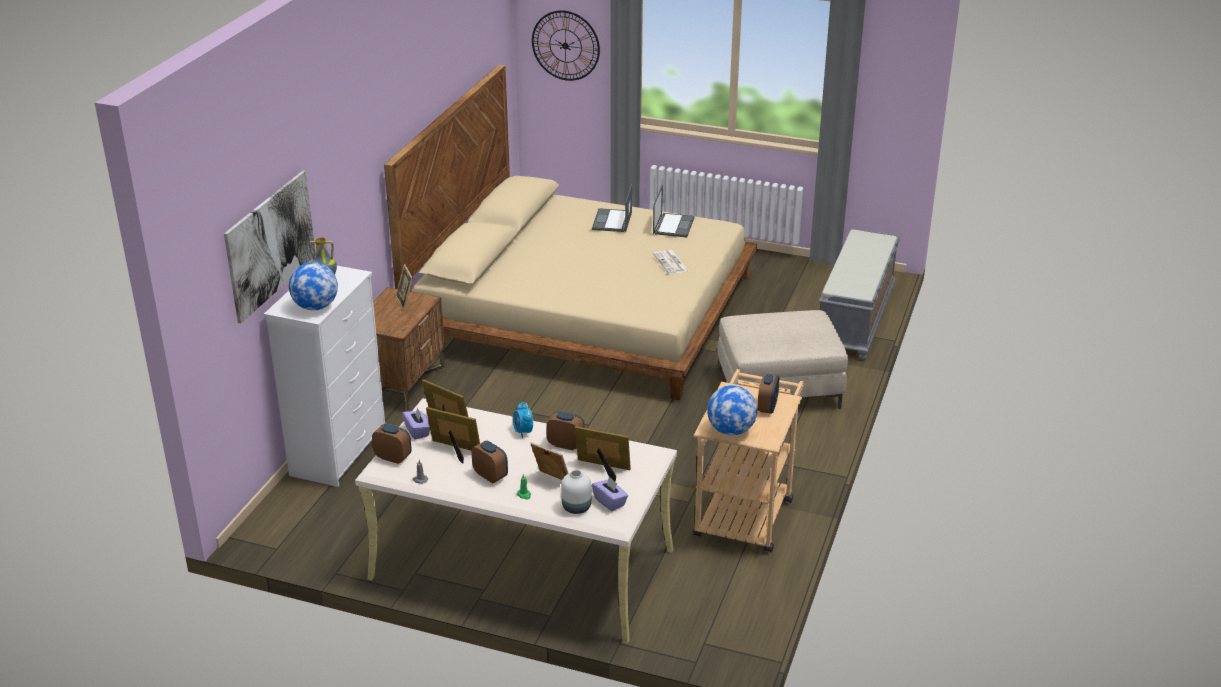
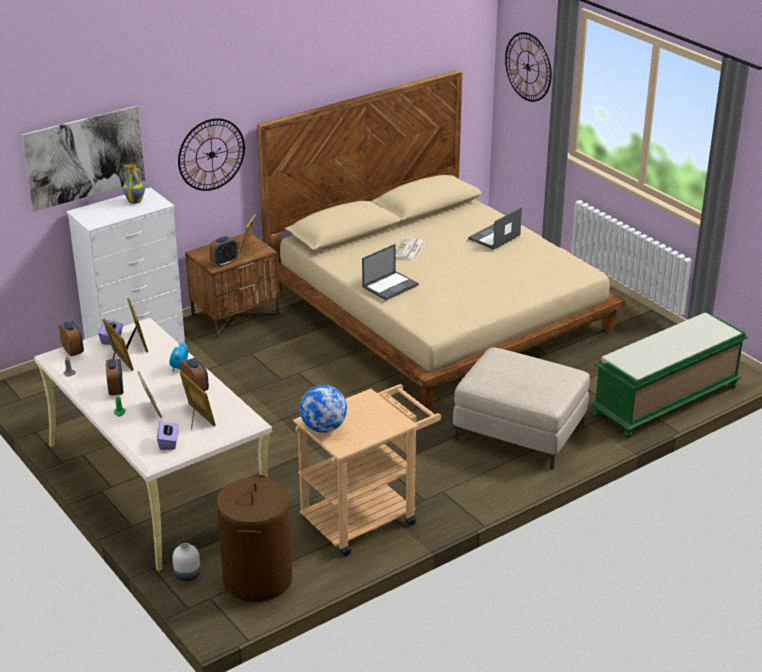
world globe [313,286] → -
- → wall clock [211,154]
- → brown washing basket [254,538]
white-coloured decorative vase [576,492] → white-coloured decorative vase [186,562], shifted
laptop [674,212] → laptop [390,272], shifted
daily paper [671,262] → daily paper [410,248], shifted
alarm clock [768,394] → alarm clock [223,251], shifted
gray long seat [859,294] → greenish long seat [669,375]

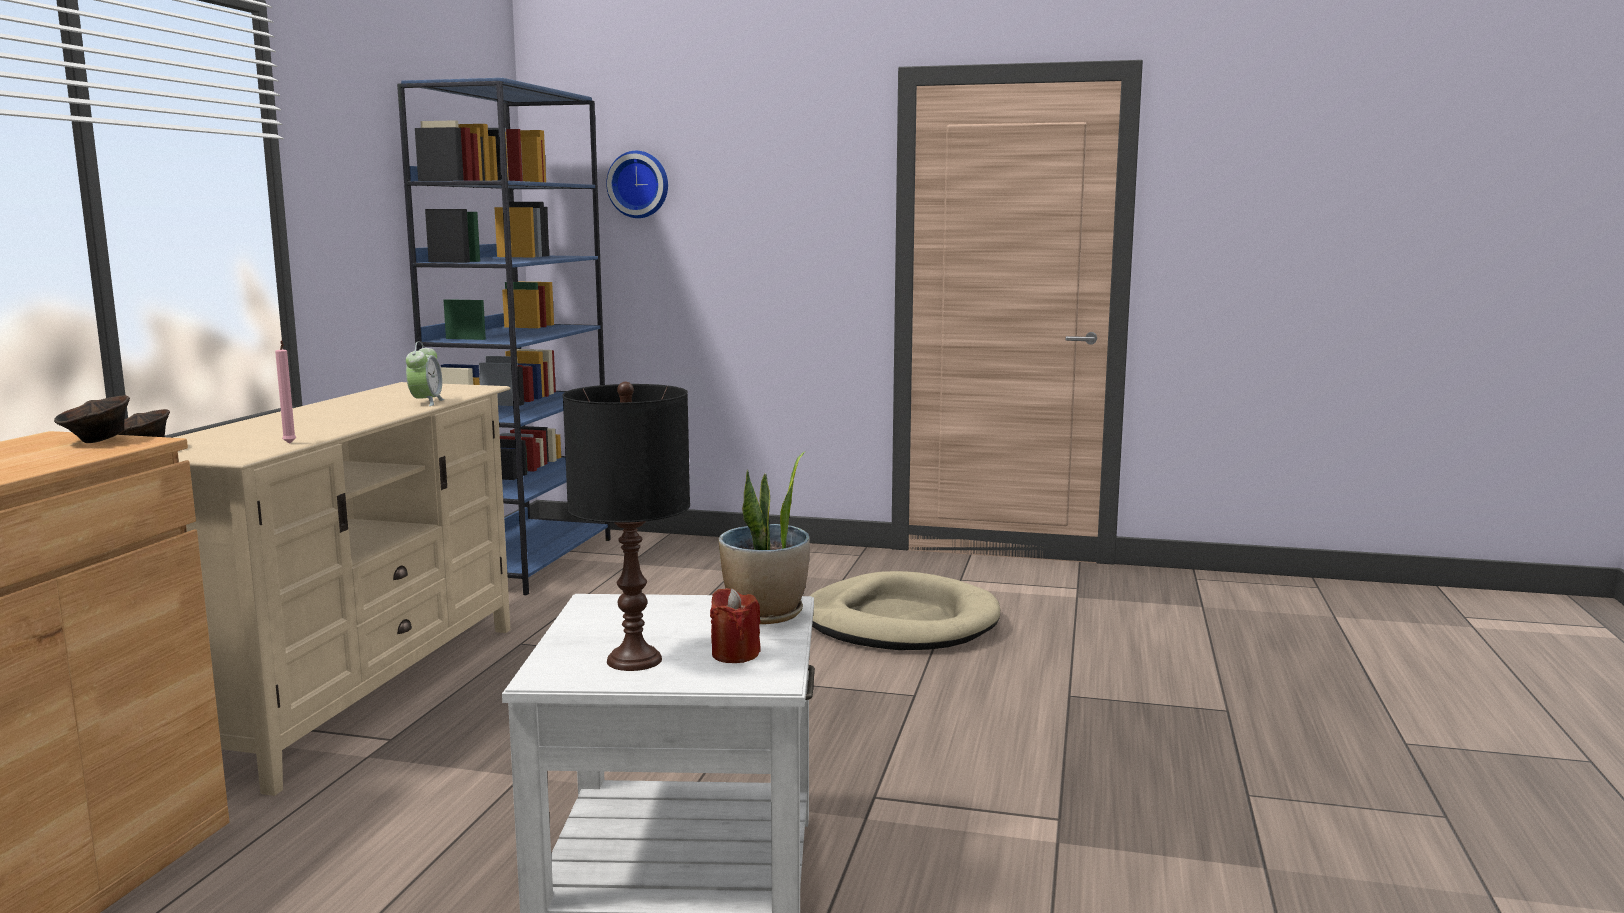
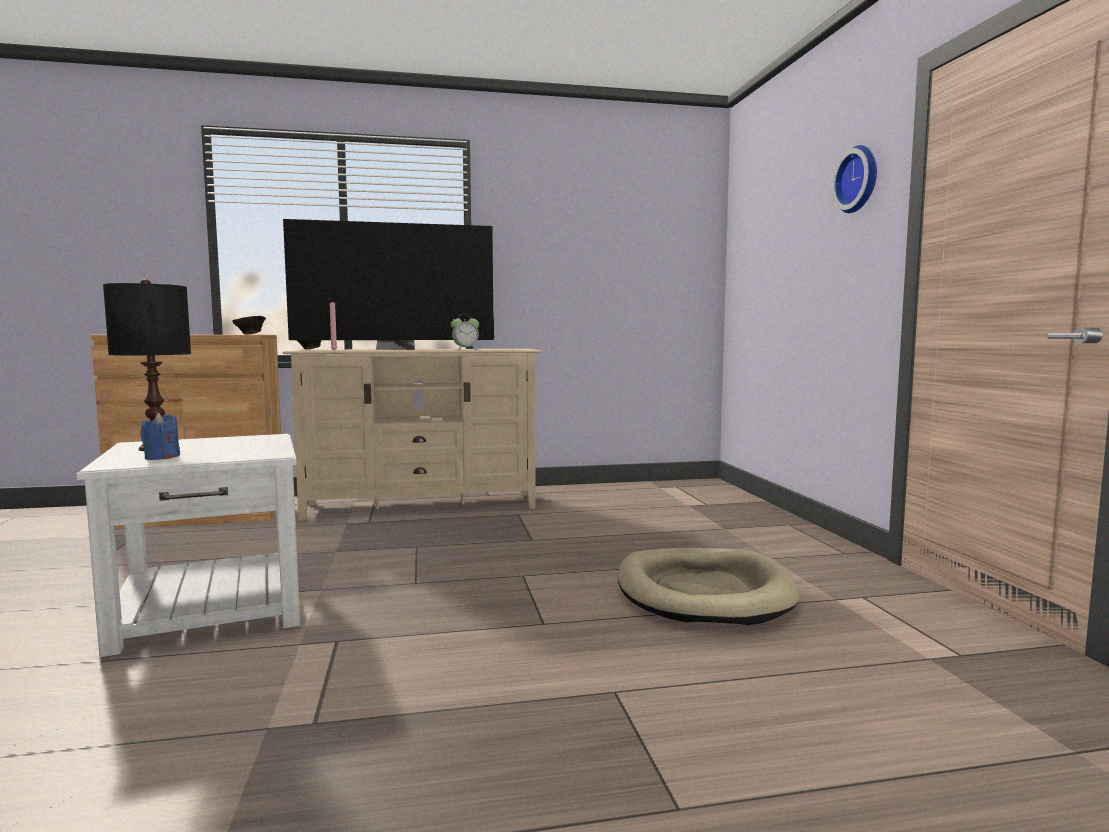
bluish shelving unit [504,336] → -
houseplant [764,538] → -
- → TV set [388,284]
wall clock [637,184] → wall clock [854,179], shifted
reddish candle [735,625] → bluish candle [160,436]

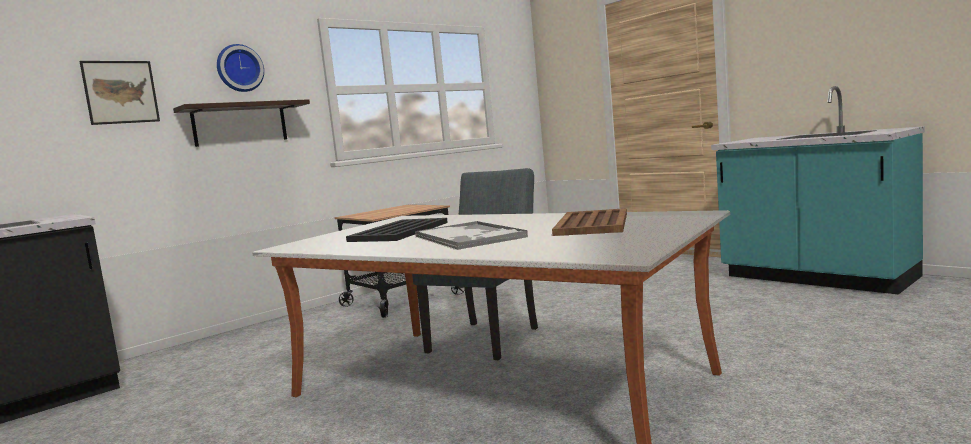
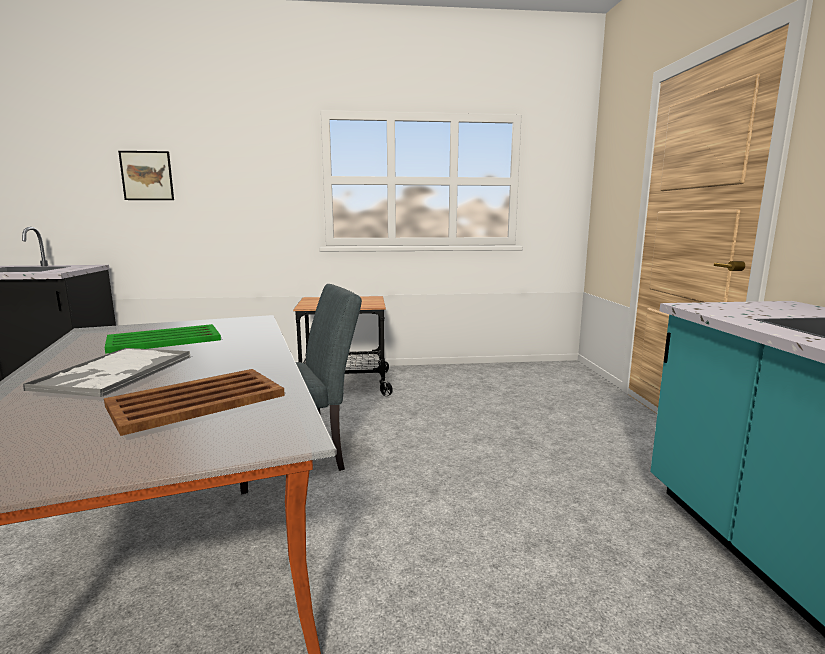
wall shelf [241,123] → -
wall clock [240,68] → -
black-coloured carrying tray [397,230] → greenish carrying tray [162,339]

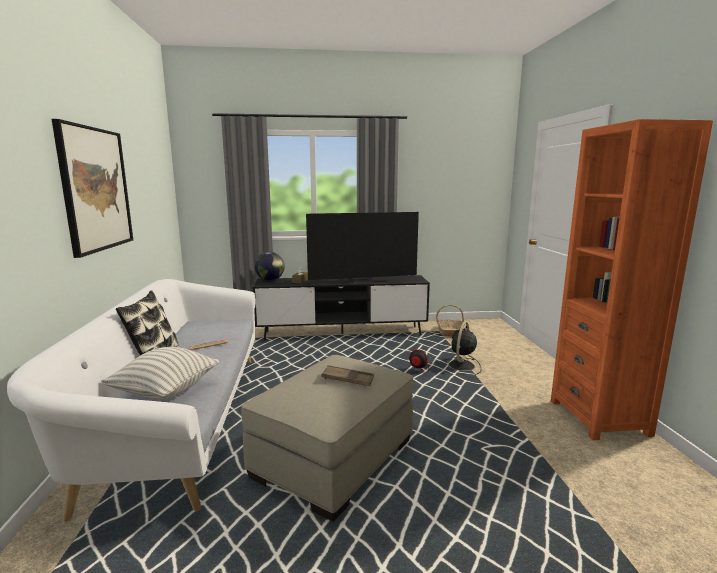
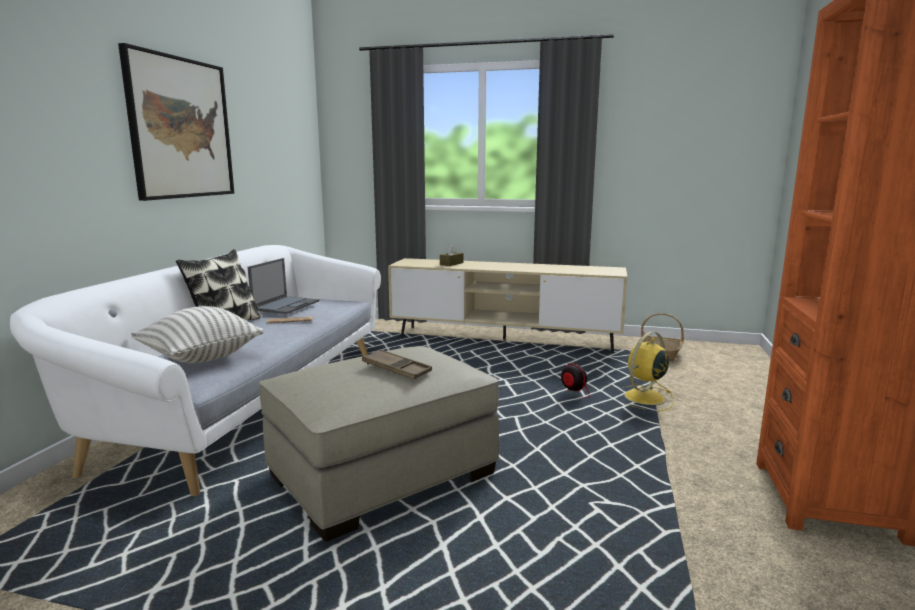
world globe [270,266] → -
TV set [362,247] → -
- → laptop [283,286]
black-coloured tv unit [341,308] → beige tv unit [507,305]
black-coloured cooling fan [462,348] → yellowish cooling fan [648,371]

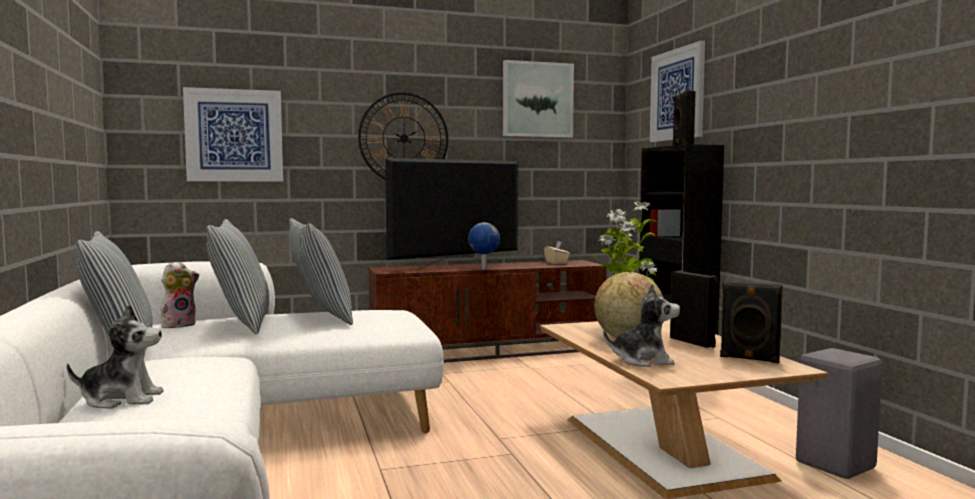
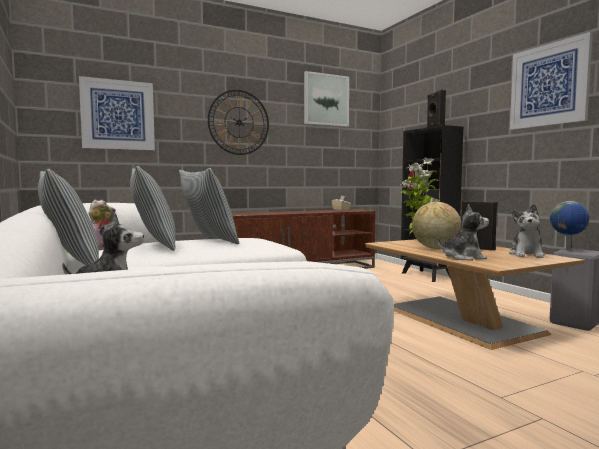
TV set [451,214] → -
world globe [484,245] → world globe [570,226], shifted
wall art [677,91] → wall art [551,81], shifted
black-coloured audio speaker [751,322] → soft toy [527,231]

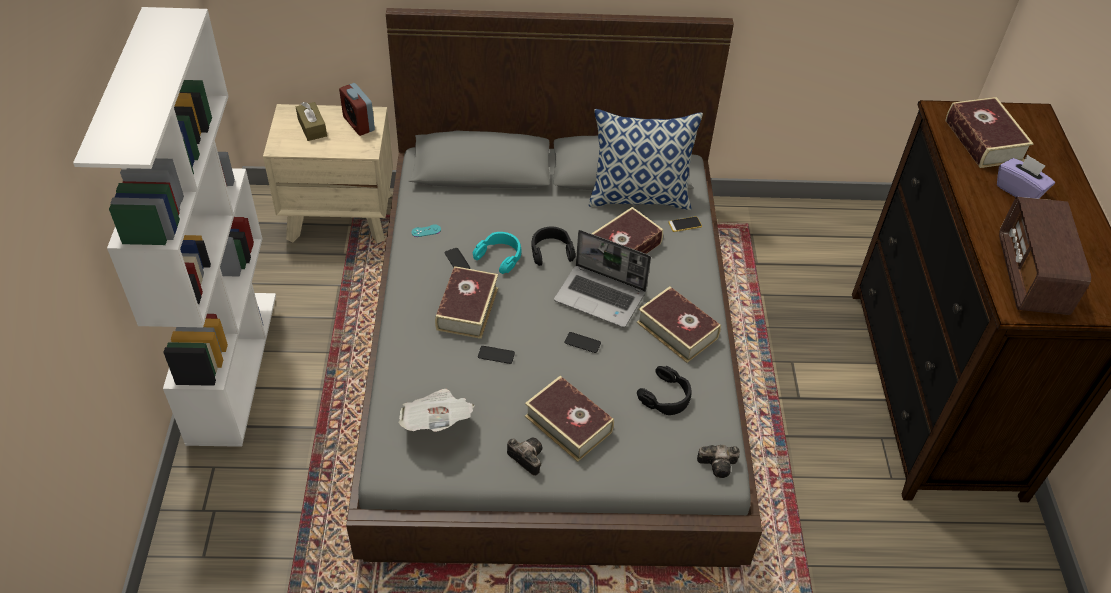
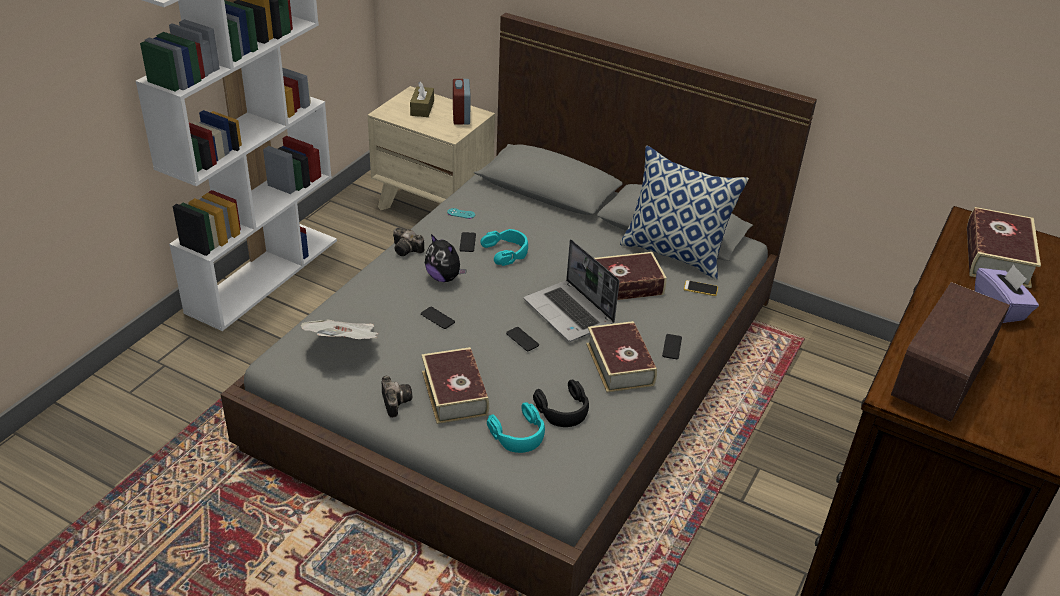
black-coloured headset [553,246] → -
- → blue-green headset [516,427]
- → phone [672,346]
still camera [718,461] → still camera [408,242], shifted
volume [466,302] → soft toy [446,258]

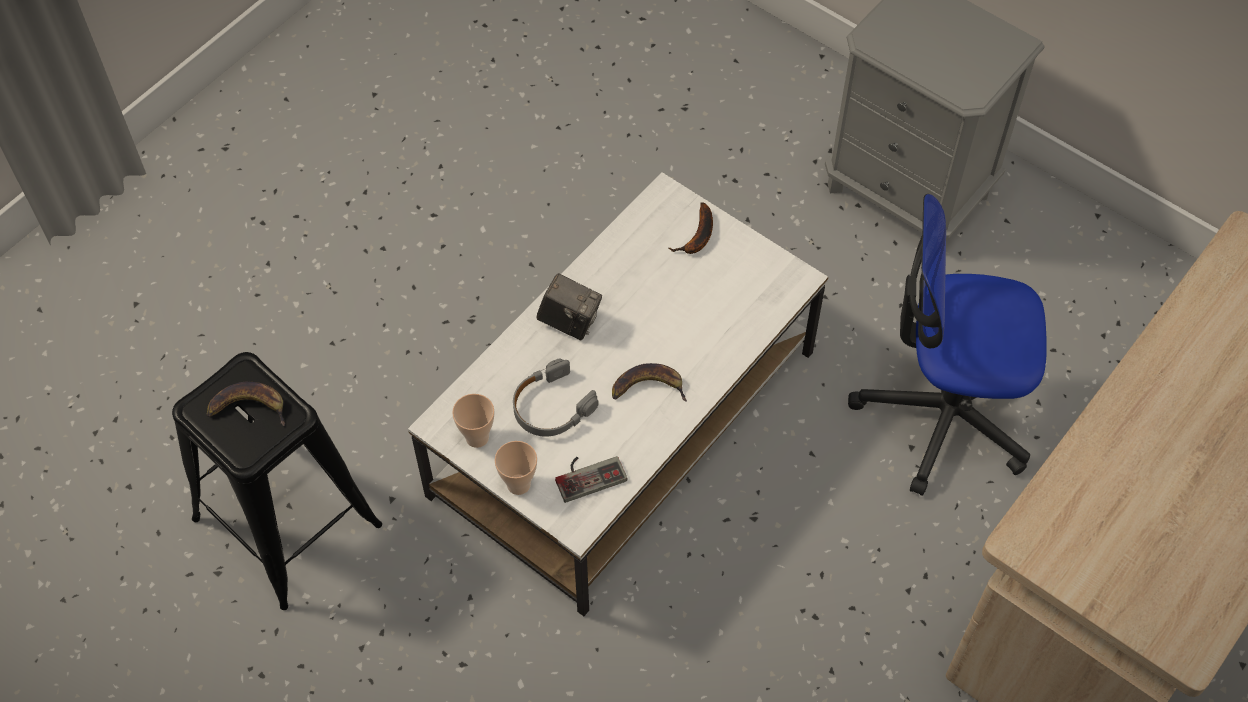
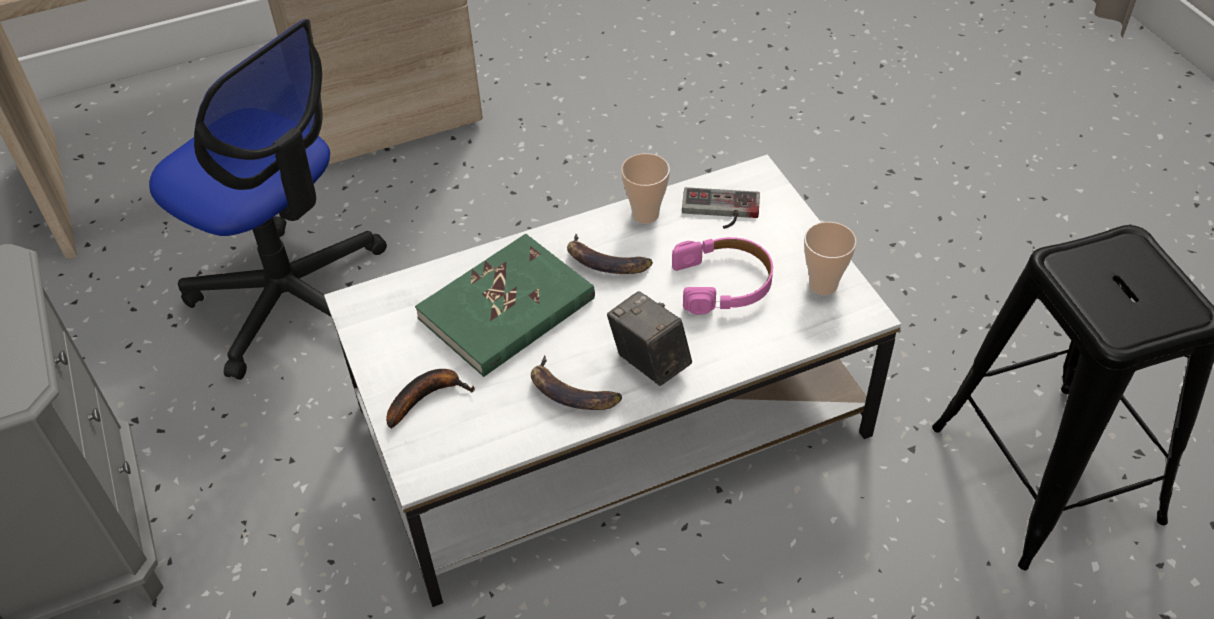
- → greenish volume [505,305]
whole banana [246,404] → whole banana [576,382], shifted
cup [515,468] → cup [645,188], shifted
gray headset [556,398] → pink headset [722,275]

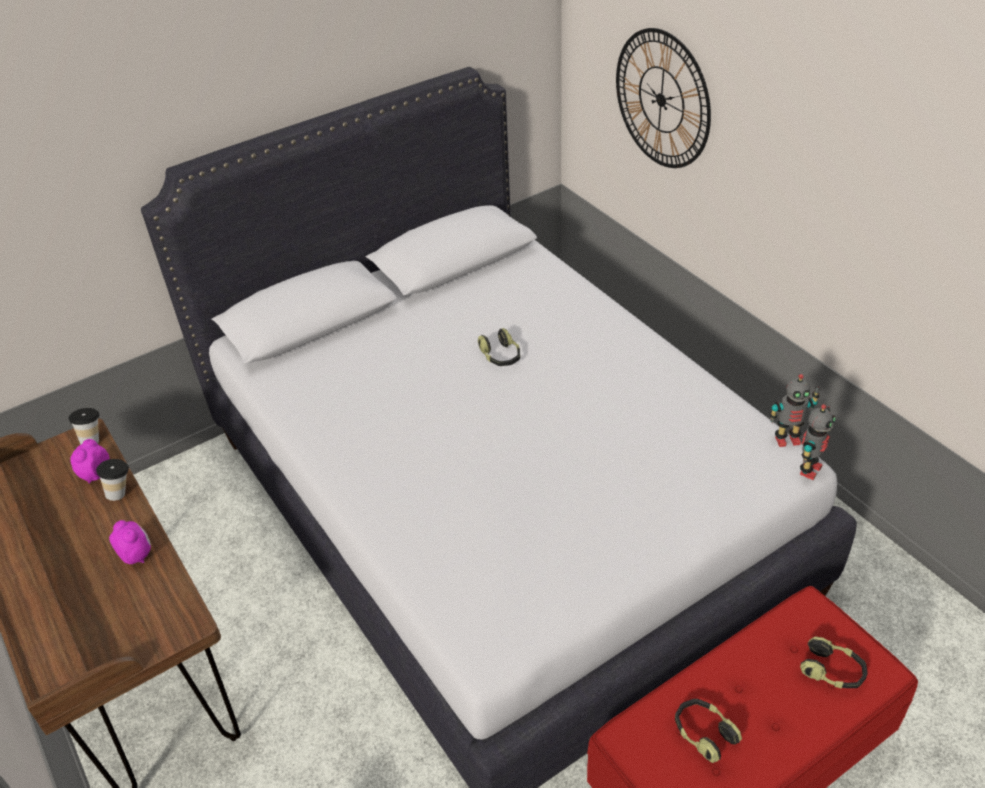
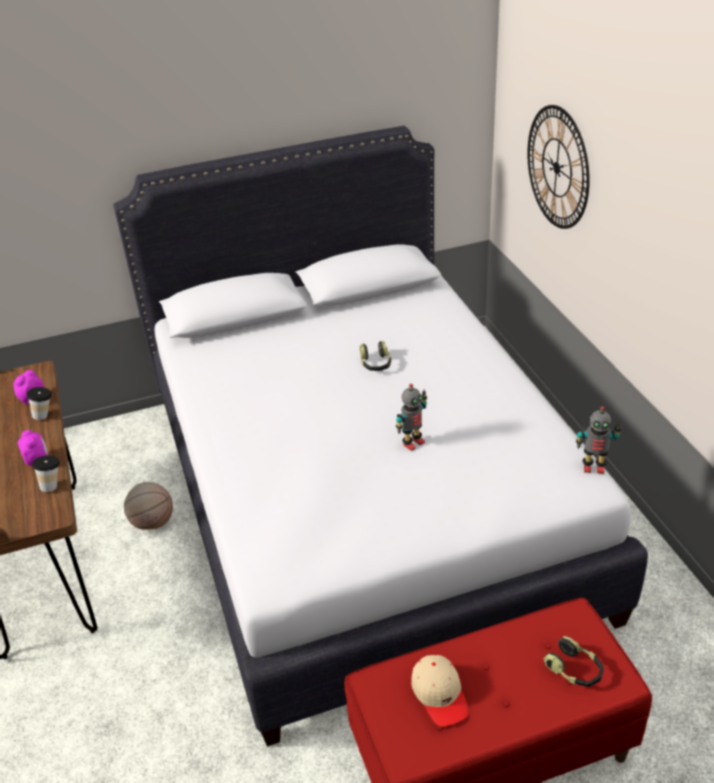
- → basketball ball [148,506]
cup [84,426] → cup [46,474], shifted
toy robot [818,442] → toy robot [411,417], shifted
headset [708,731] → beige cap [440,691]

